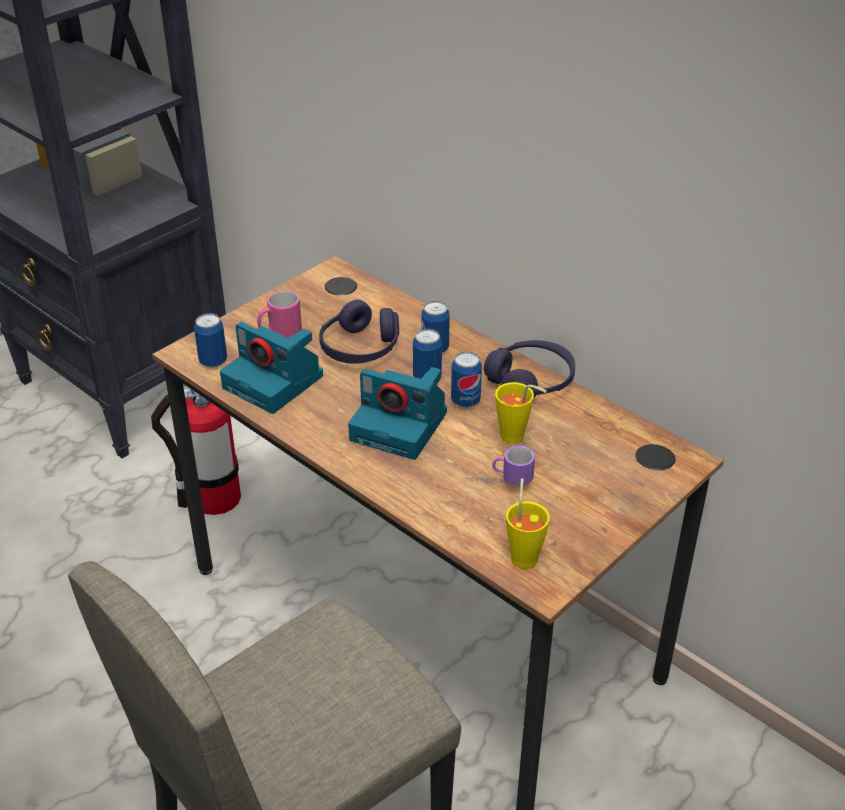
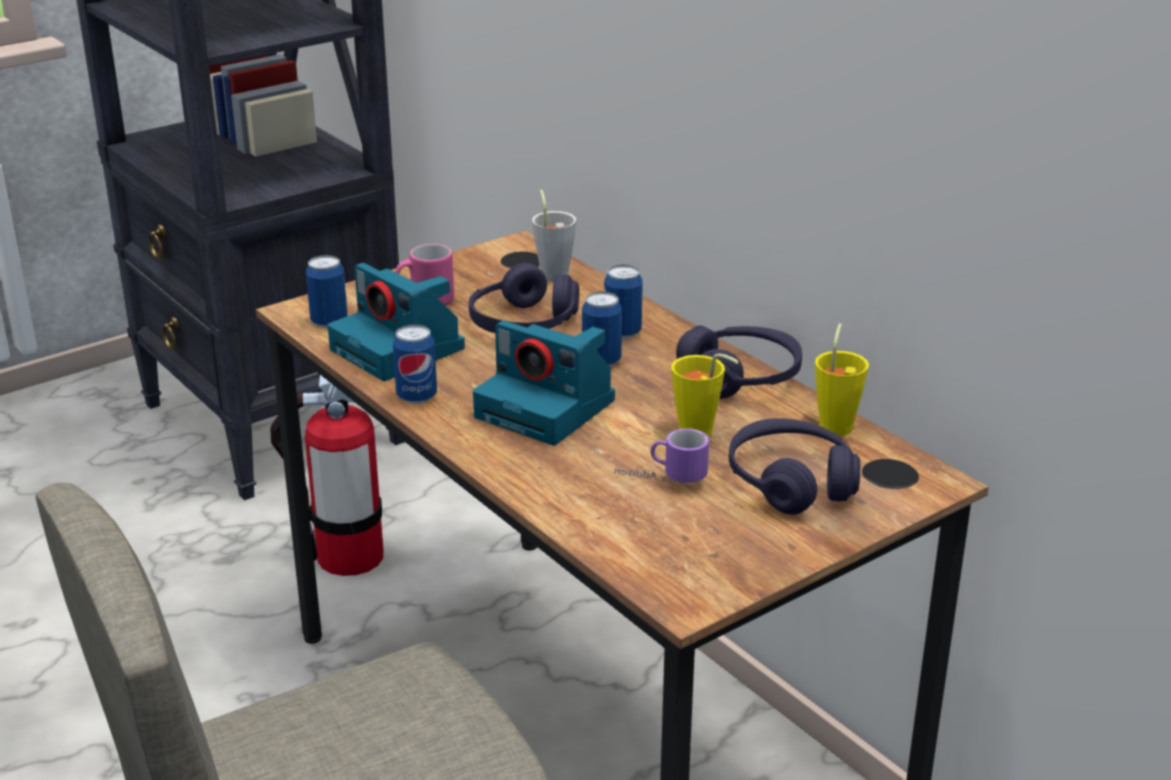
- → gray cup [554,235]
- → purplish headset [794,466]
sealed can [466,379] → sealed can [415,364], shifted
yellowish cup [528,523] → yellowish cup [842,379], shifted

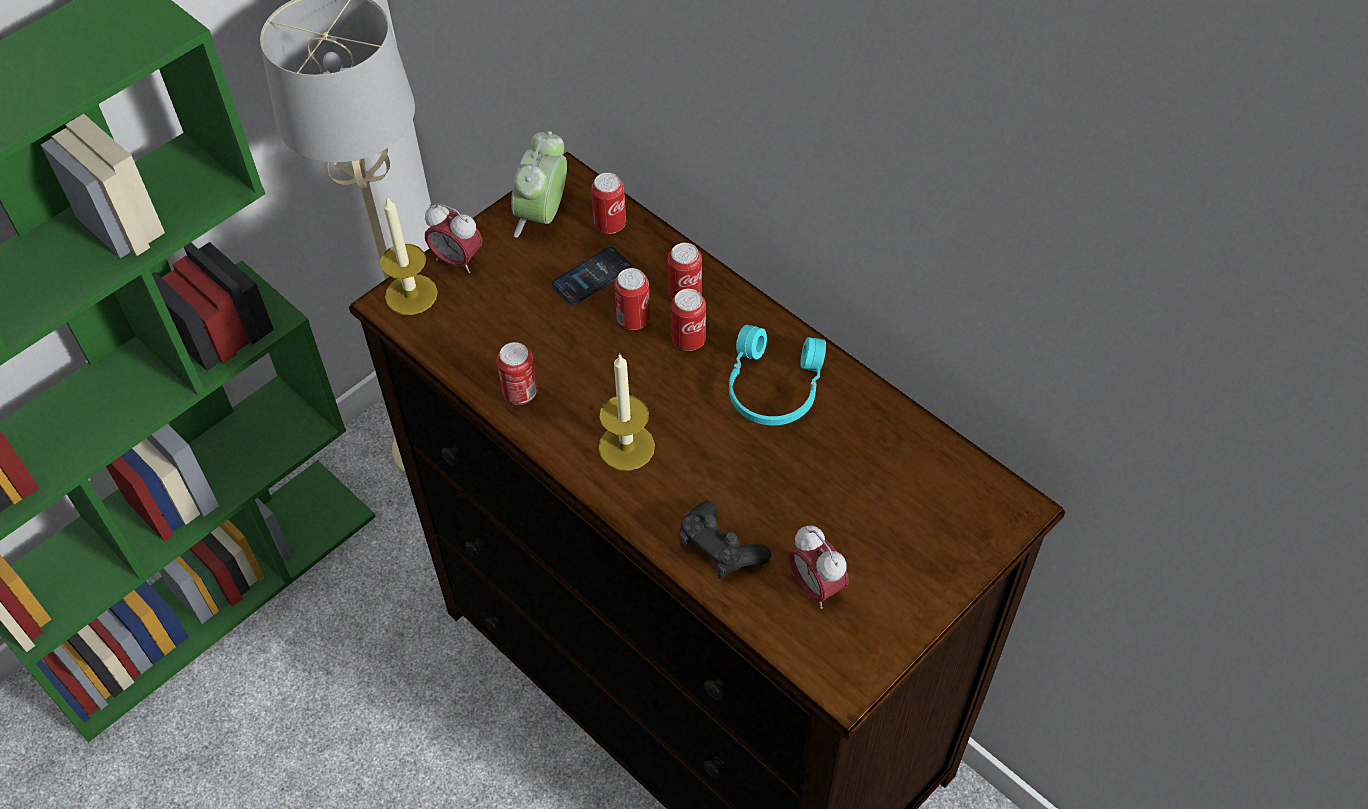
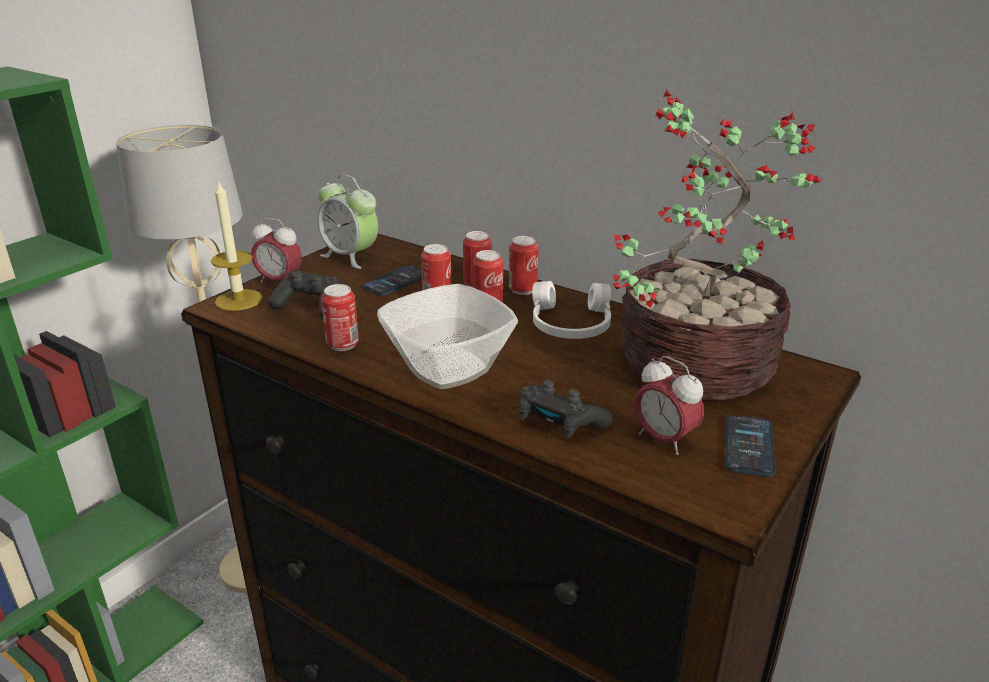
- → black-coloured gamepad [305,294]
- → houseplant [718,244]
- → phone [750,446]
sealed can [608,203] → sealed can [523,265], shifted
candle [626,412] → deep dish [447,336]
blue-green headset [777,375] → white-coloured headset [571,310]
alarm clock [539,184] → alarm clock [347,222], 60 degrees counterclockwise

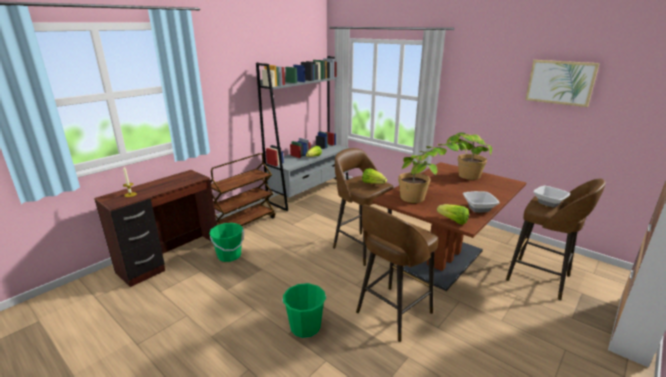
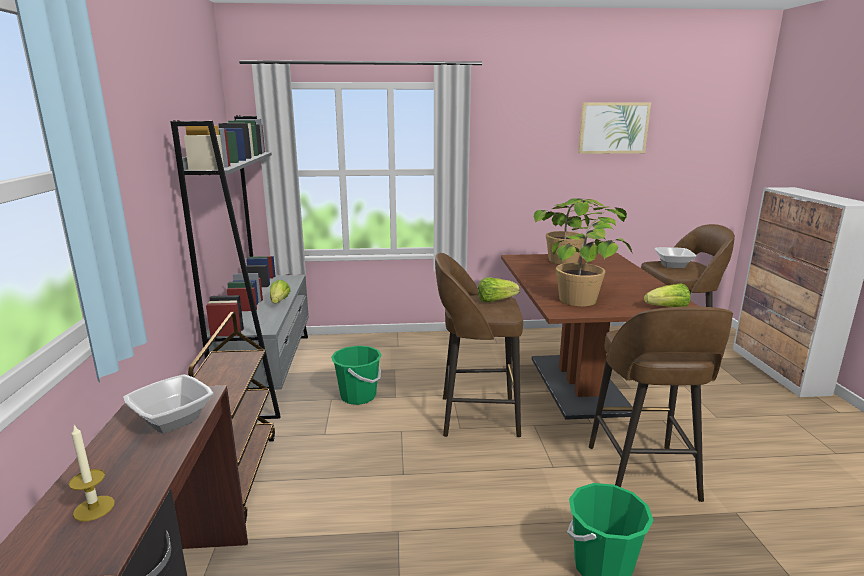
greenish bucket [226,242] → greenish bucket [356,375], shifted
deep dish [481,201] → deep dish [168,403], shifted

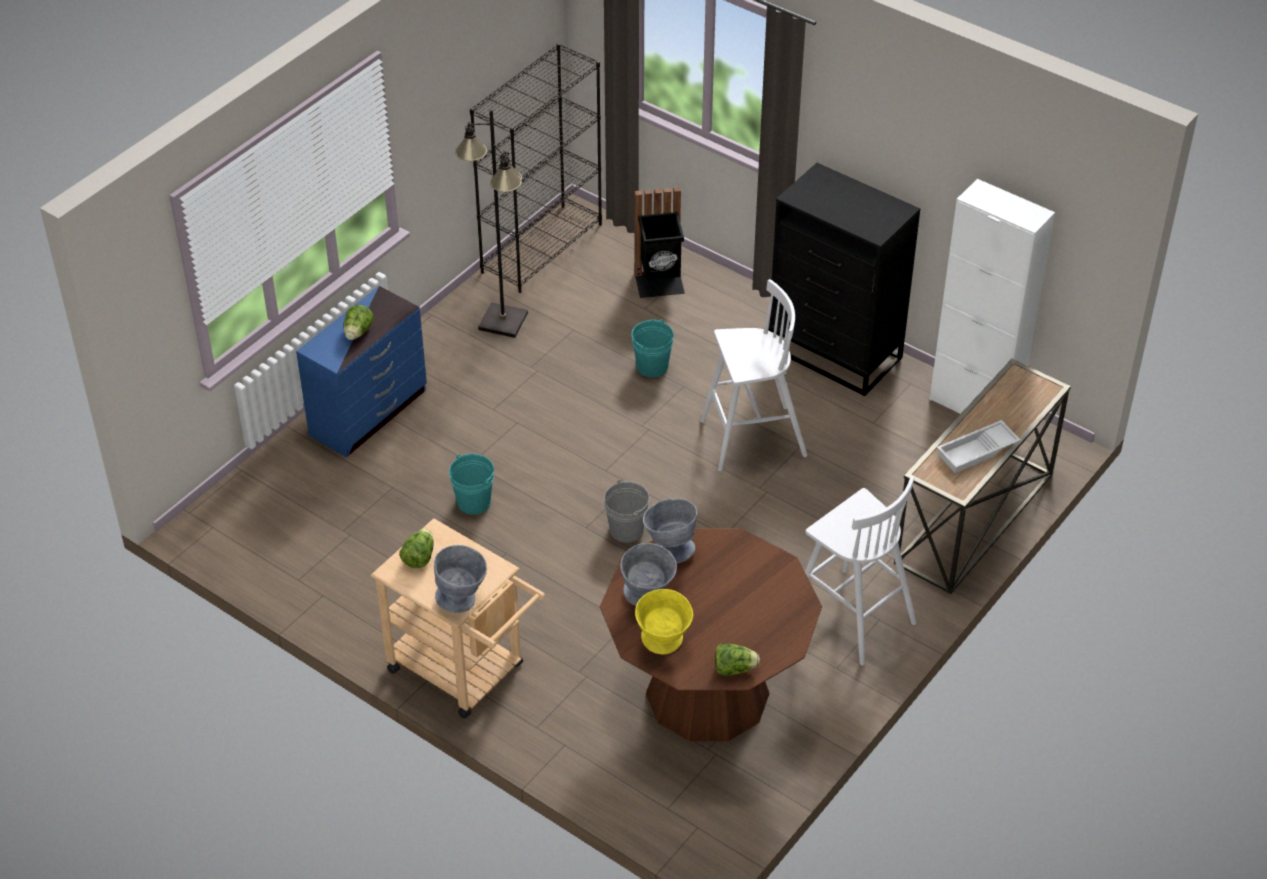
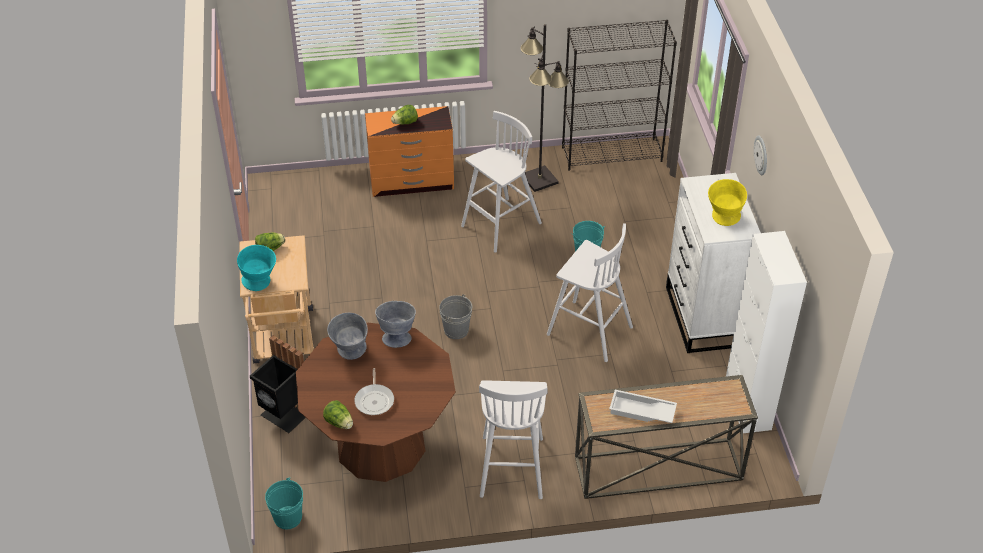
- → frying pan [374,391]
- → white-coloured stool [501,181]
- → wall clock [760,155]
blue-green bucket [471,484] → blue-green bucket [284,503], shifted
black-coloured waste bin [659,242] → black-coloured waste bin [278,384], shifted
yellowish deep dish [664,621] → yellowish deep dish [727,202], shifted
bluish chest of drawers [361,371] → orange-coloured chest of drawers [409,151]
gray deep dish [460,579] → blue-green deep dish [256,268]
black-coloured chest of drawers [844,279] → white-coloured chest of drawers [713,263]

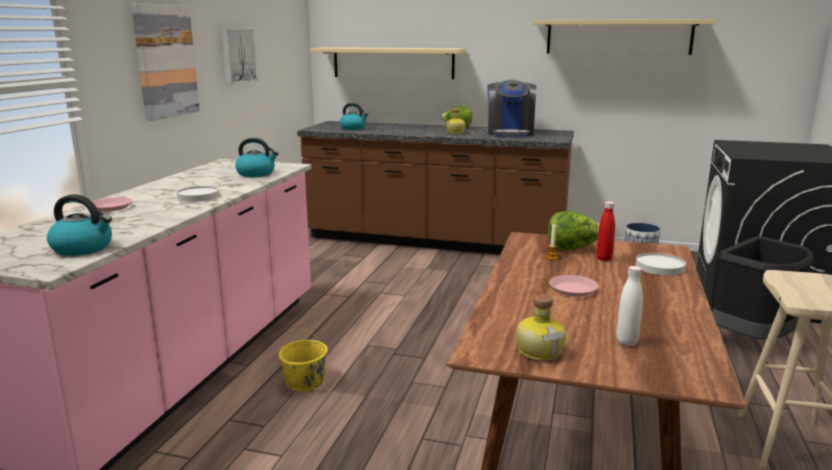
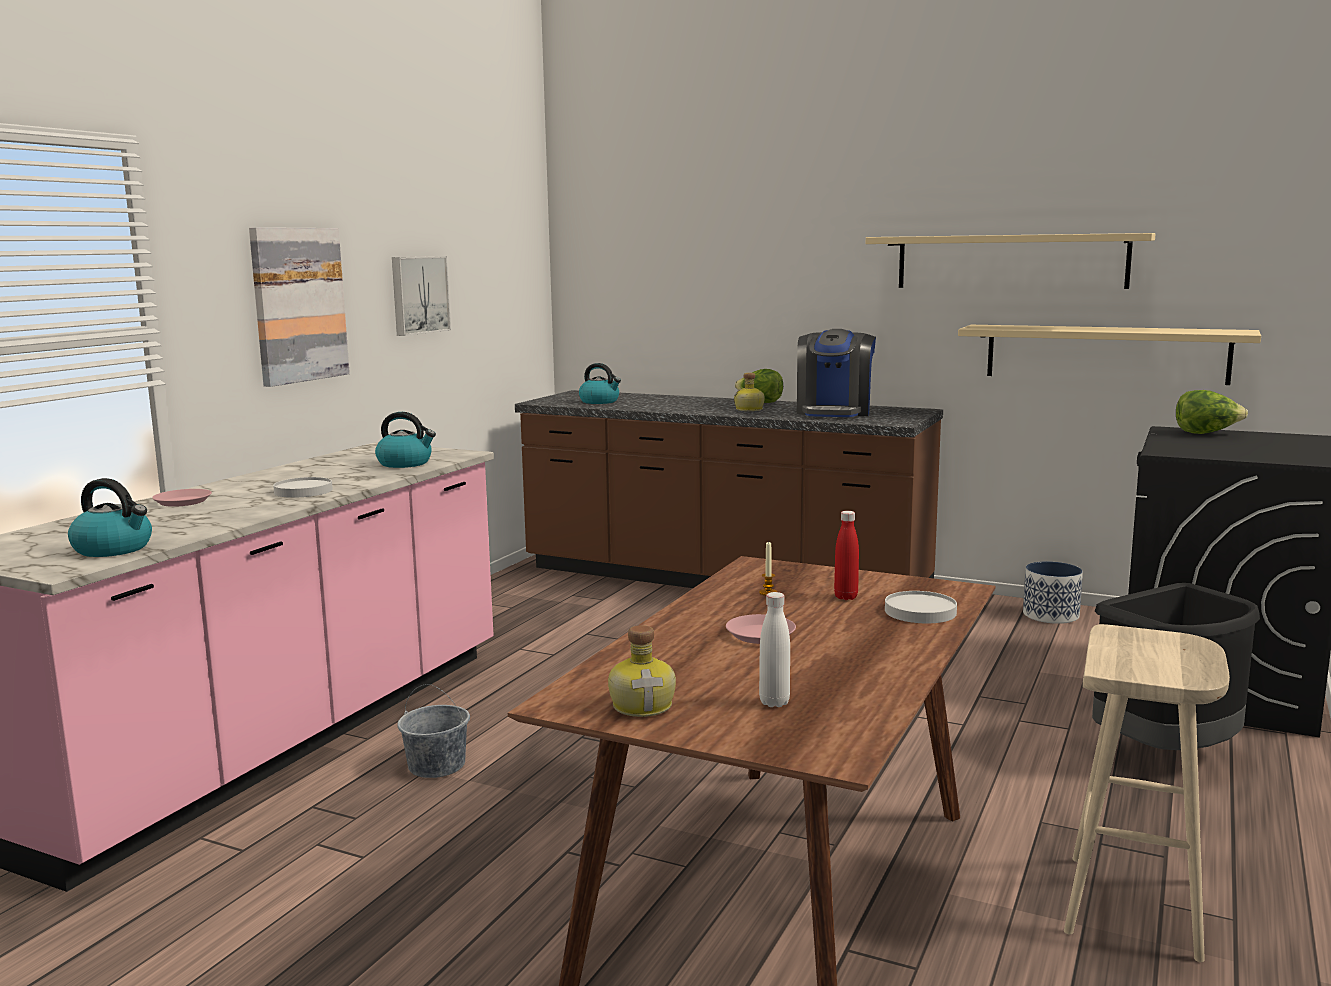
beige wall shelf [388,63] → beige wall shelf [1109,355], shifted
head of lettuce [574,230] → head of lettuce [1212,412], shifted
yellowish bucket [303,359] → gray bucket [434,731]

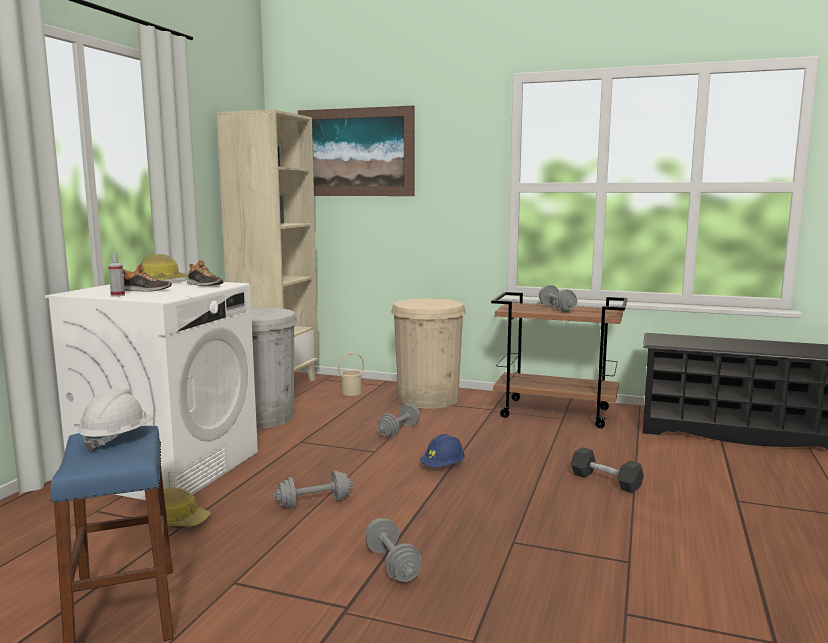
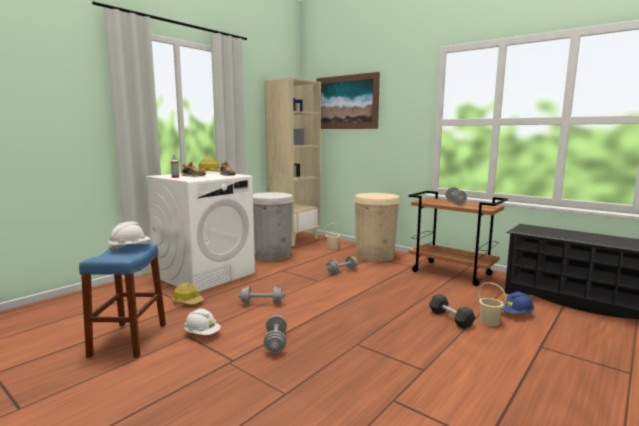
- → white-coloured hard hat [202,321]
- → beige bucket [492,304]
bluish hard hat [442,450] → bluish hard hat [518,302], shifted

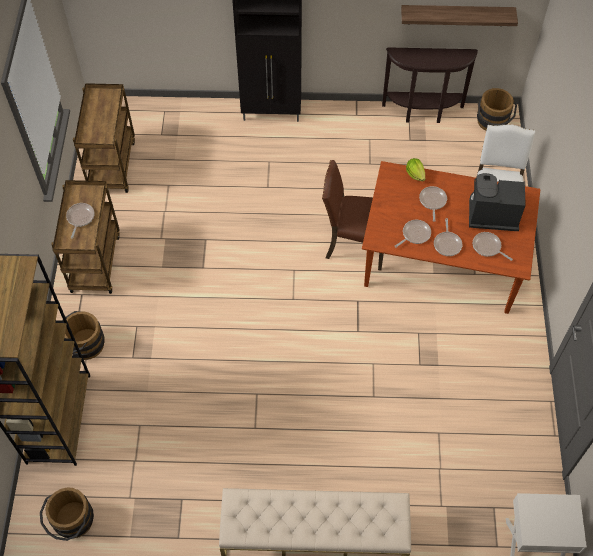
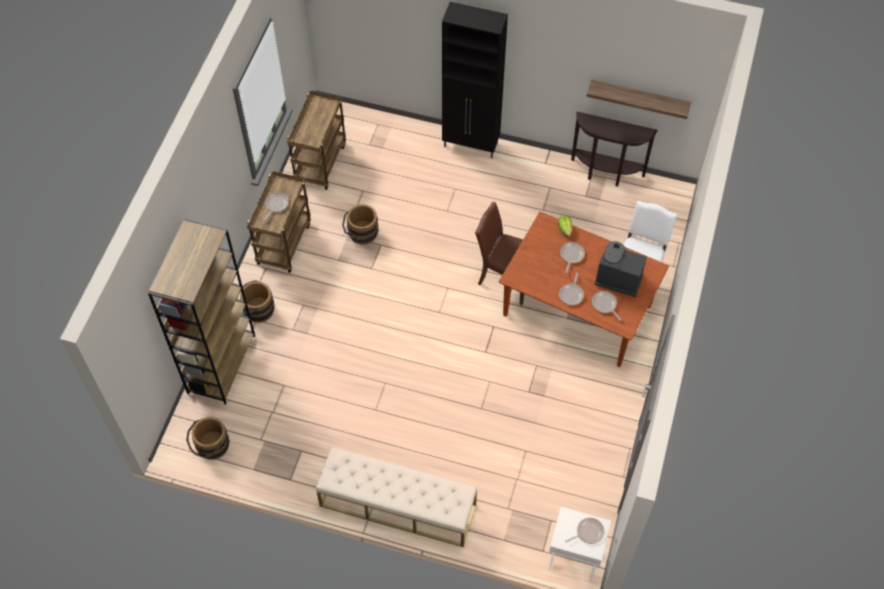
frying pan [413,234] → frying pan [584,531], shifted
brown bucket [497,109] → brown bucket [360,224], shifted

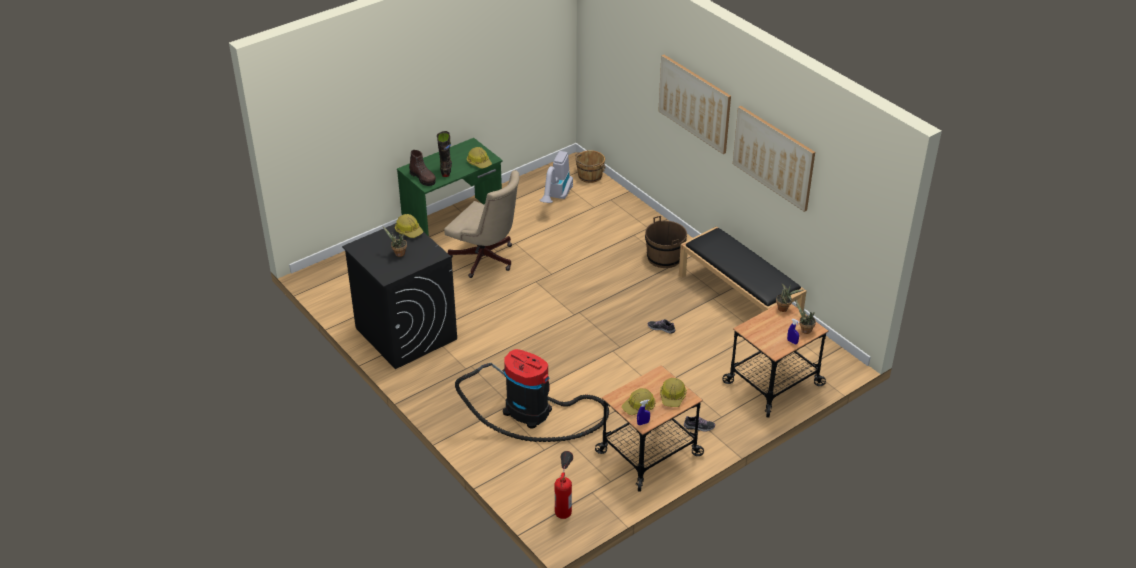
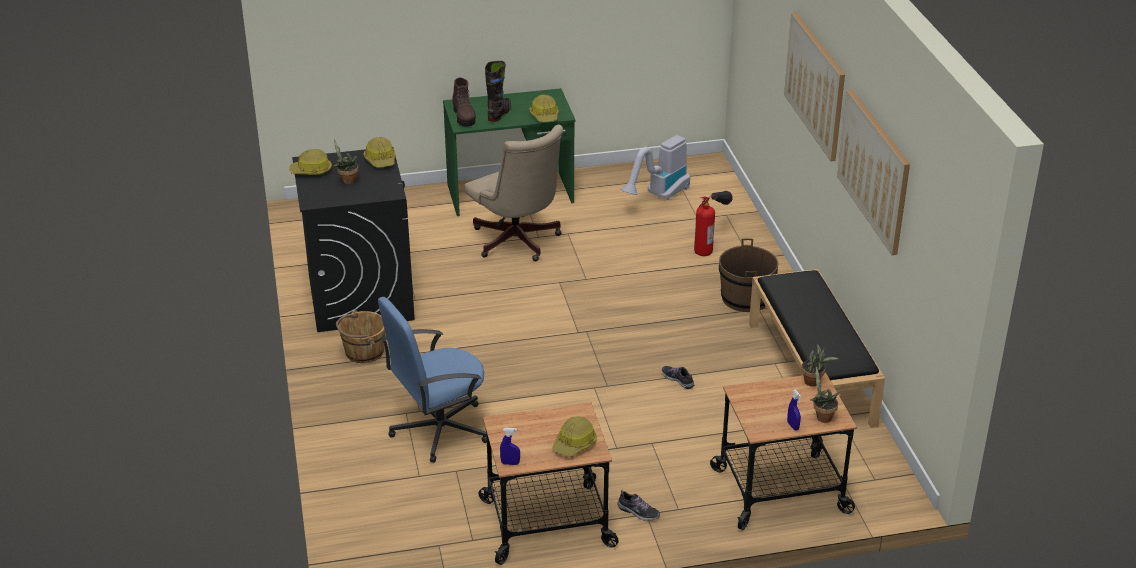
fire-fighting cylinder [564,485] → fire-fighting cylinder [713,223], shifted
brown bucket [590,166] → brown bucket [360,336], shifted
hard hat [639,401] → hard hat [310,162], shifted
vacuum cleaner [532,395] → bluish computer chair [432,380]

